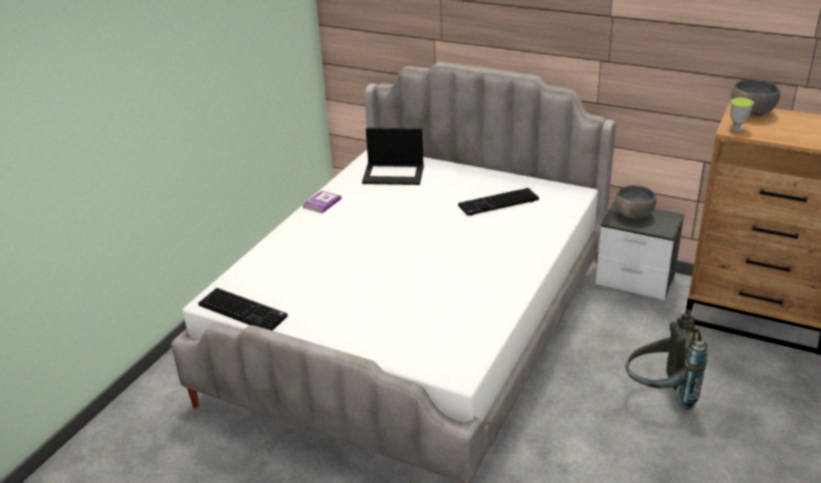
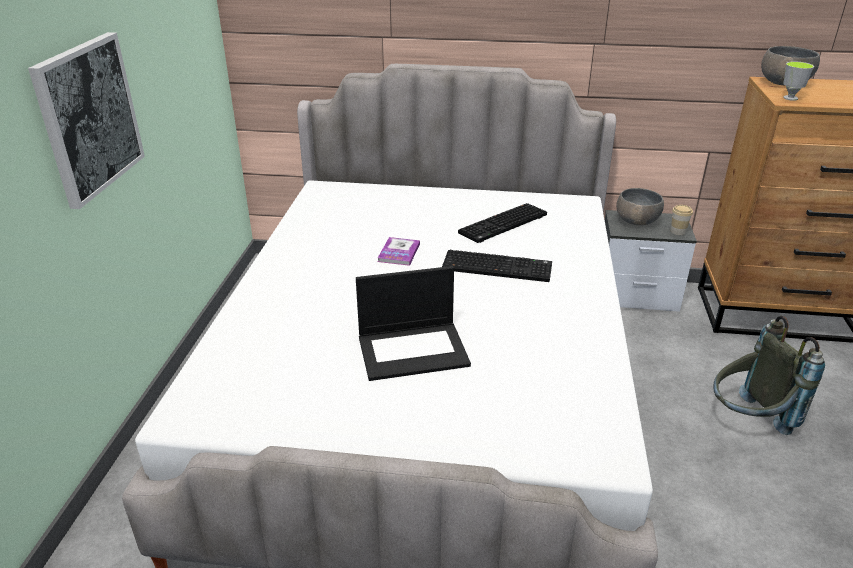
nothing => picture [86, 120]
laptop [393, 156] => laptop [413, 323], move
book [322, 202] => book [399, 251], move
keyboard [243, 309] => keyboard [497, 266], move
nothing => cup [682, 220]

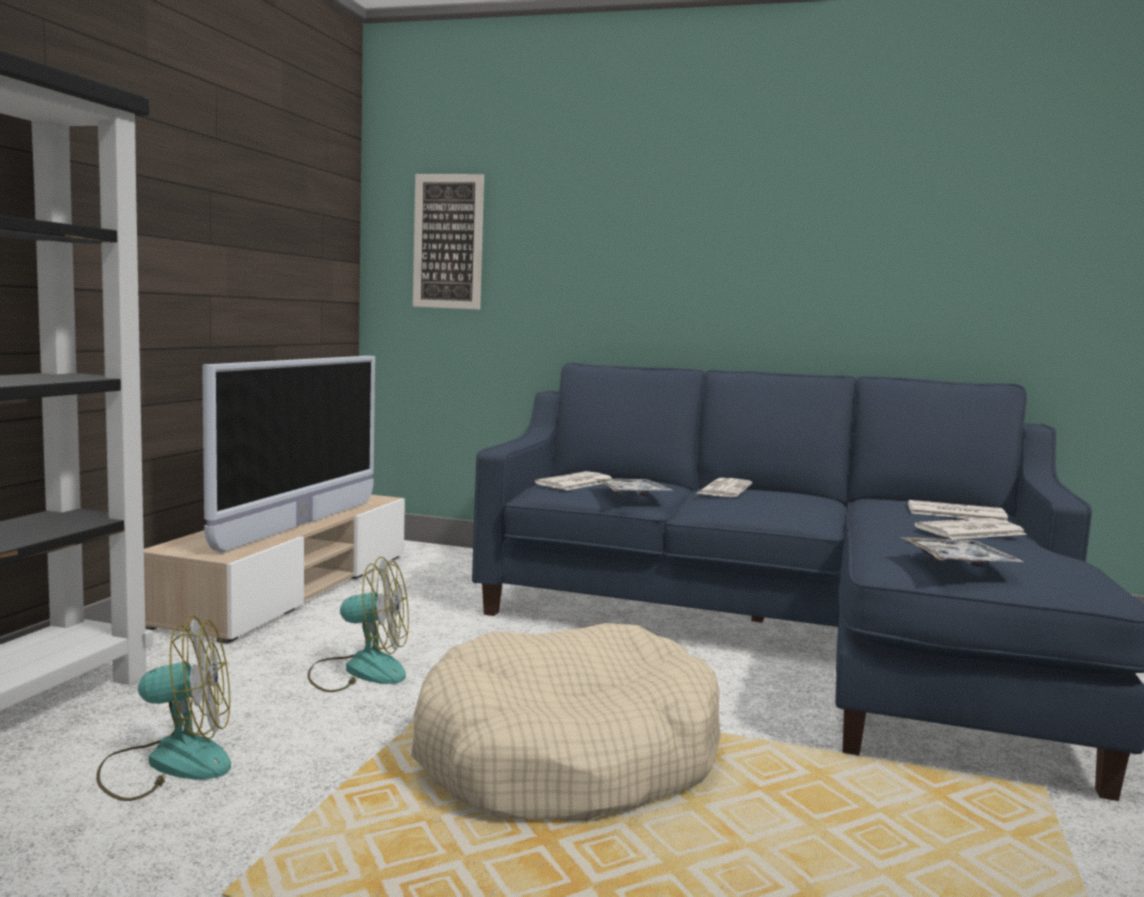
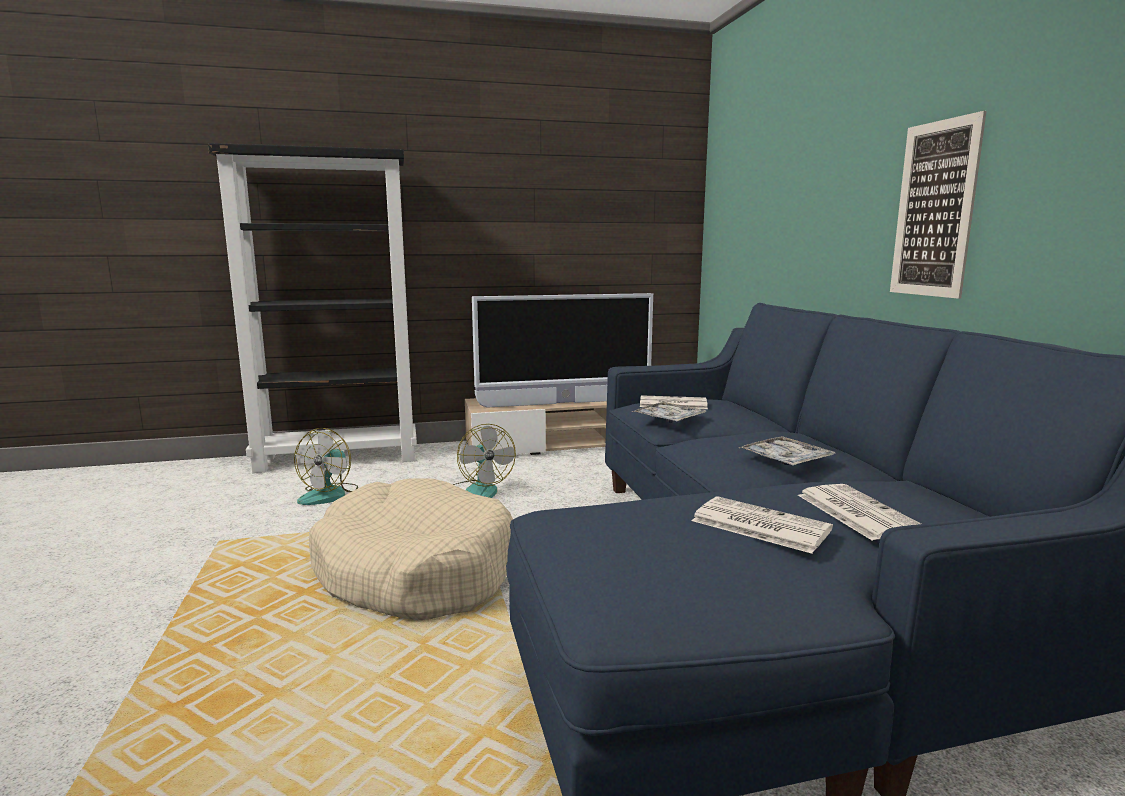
fan [163, 708] => fan [326, 466], 60 degrees clockwise
tray [962, 552] => tray [787, 451], move
picture [448, 242] => picture [938, 205], move
newspaper [724, 487] => nothing

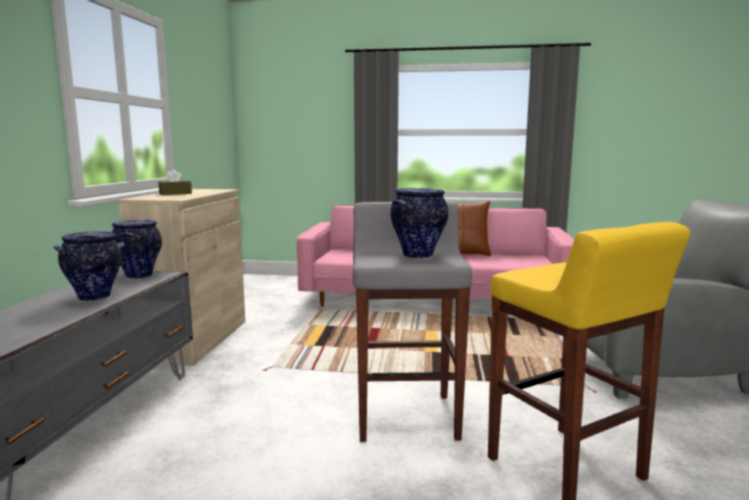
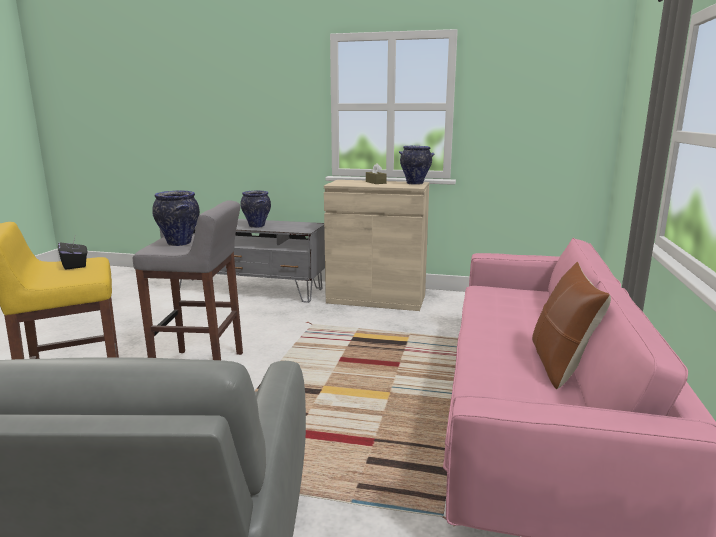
nothing => black tissue box [72, 252]
vase [137, 249] => vase [417, 165], move

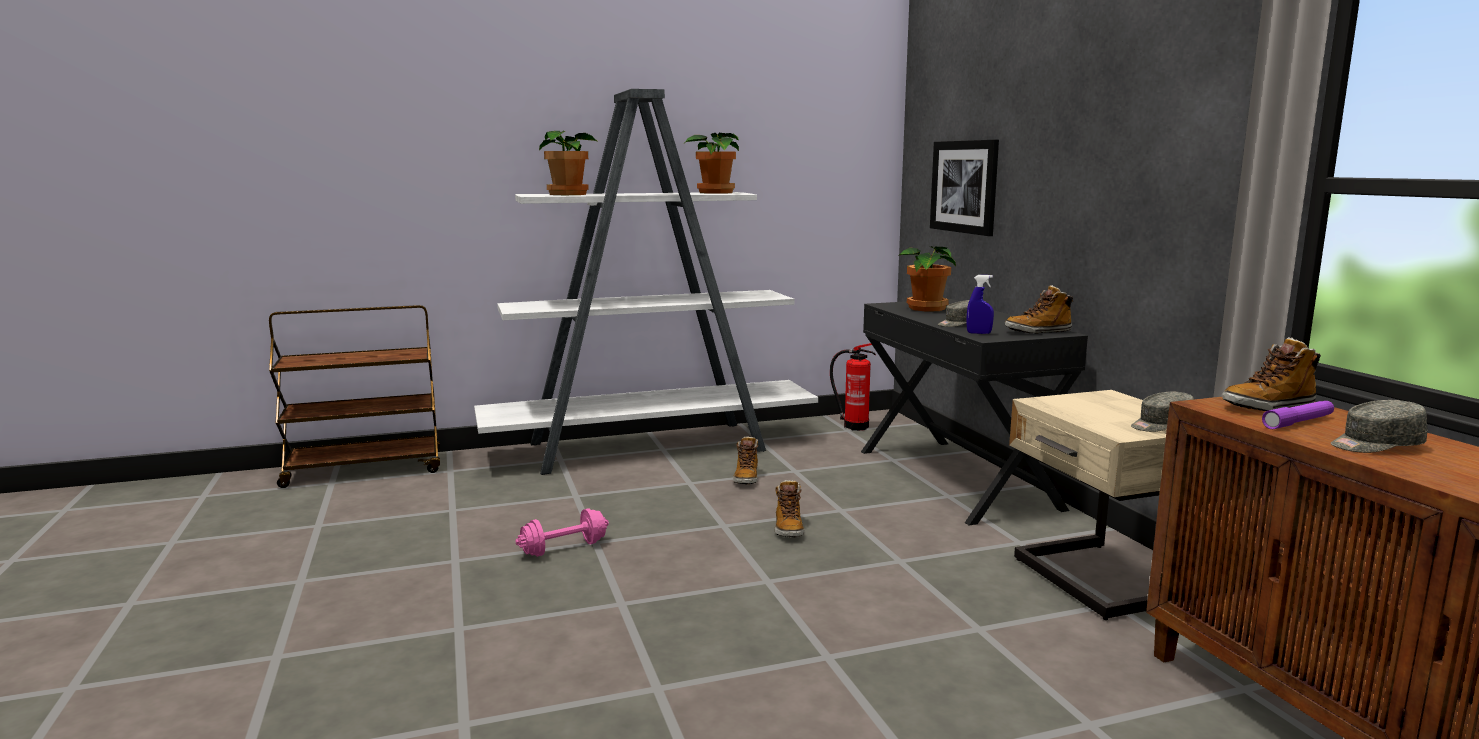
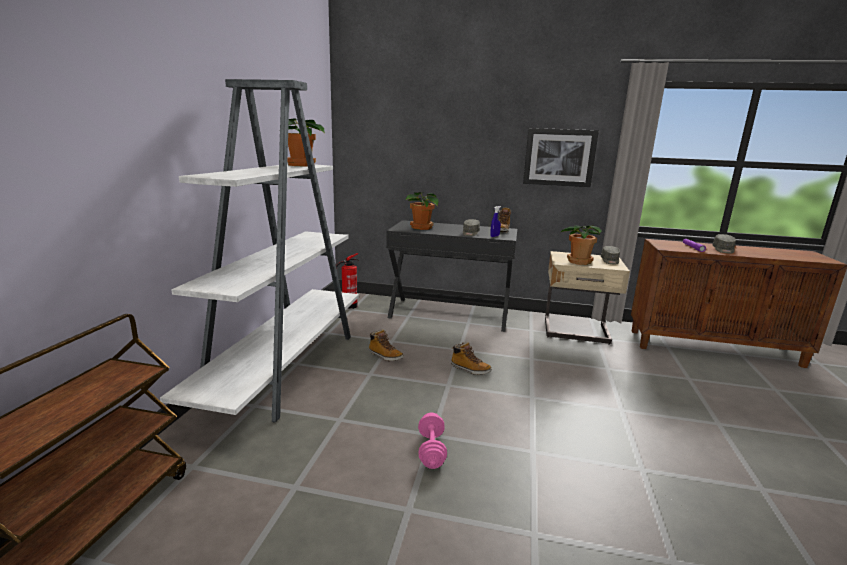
picture [964, 187] => picture [561, 157], move
potted plant [569, 163] => potted plant [580, 245], move
boot [1271, 374] => nothing

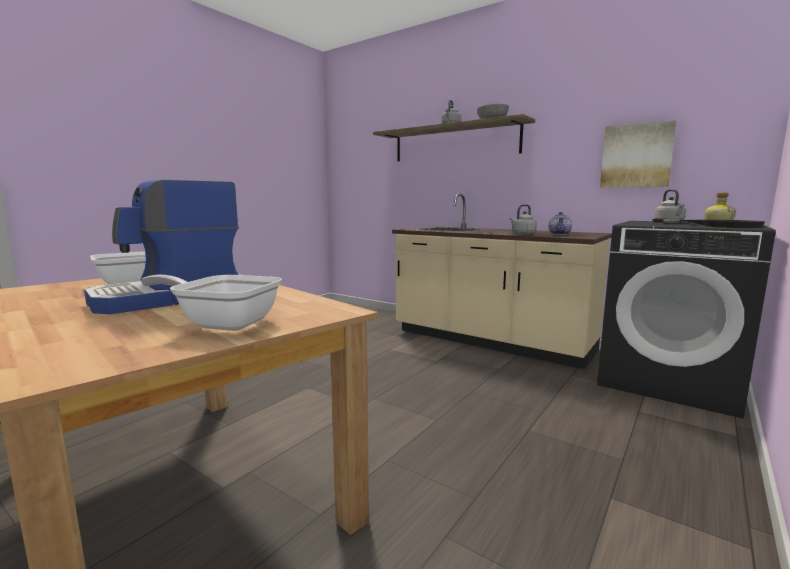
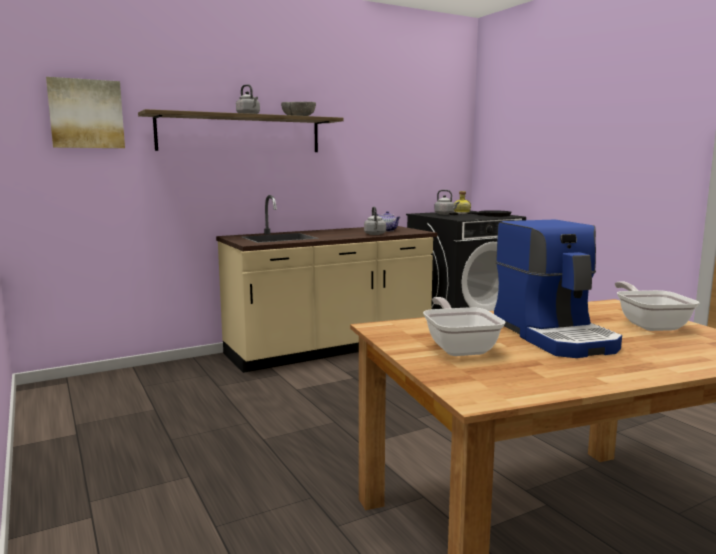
picture [638, 154] => picture [85, 112], move
frying pan [211, 303] => frying pan [657, 306], 135 degrees clockwise

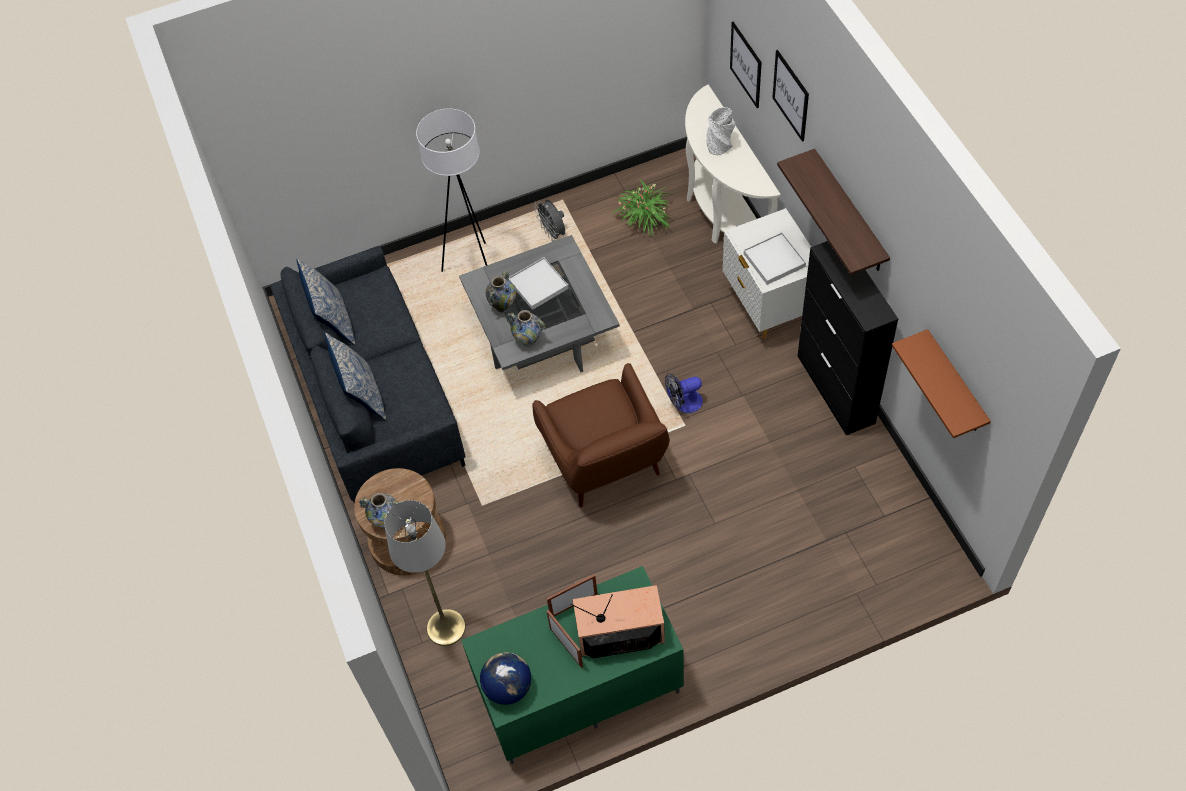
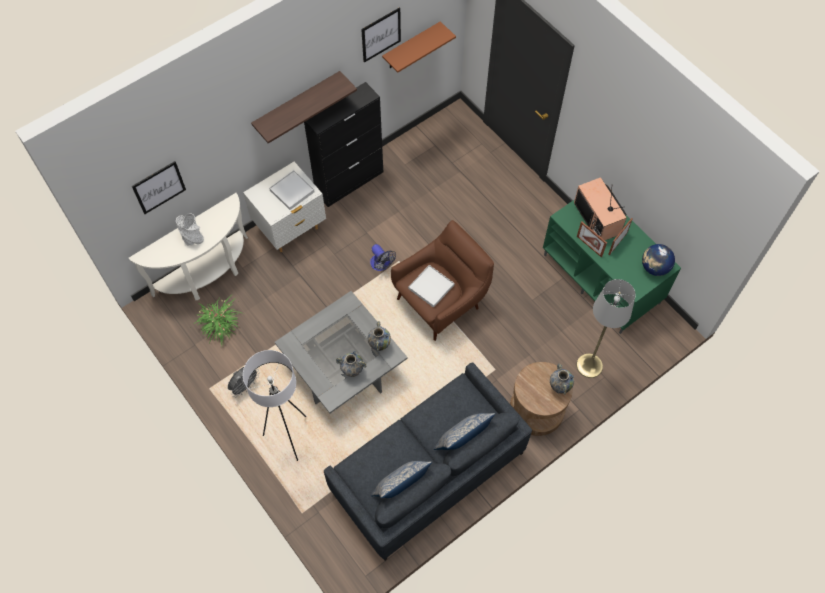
picture [790, 96] => picture [381, 35], move
white tray [538, 283] => white tray [431, 286], move

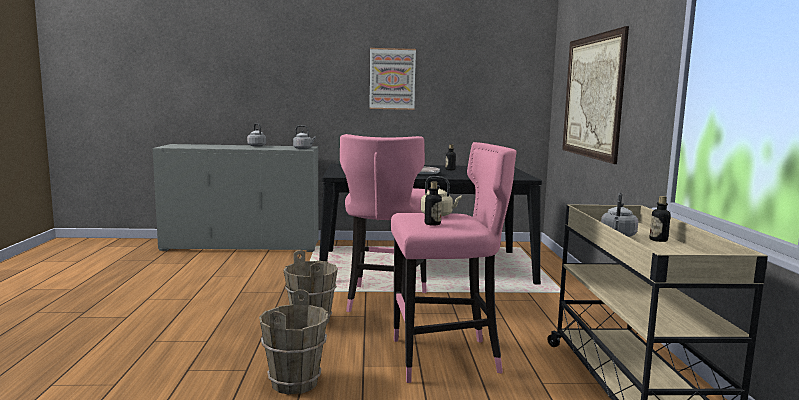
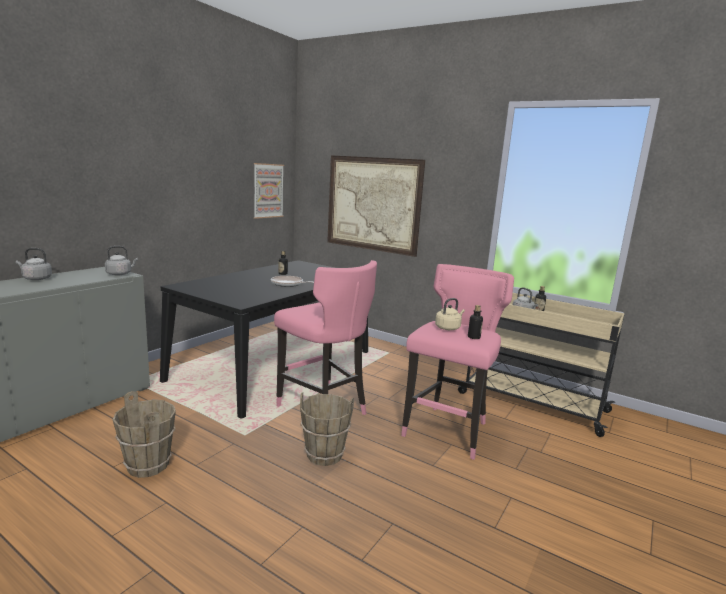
brown bucket [293, 342] => brown bucket [144, 434], move
picture [392, 79] => picture [269, 191], move

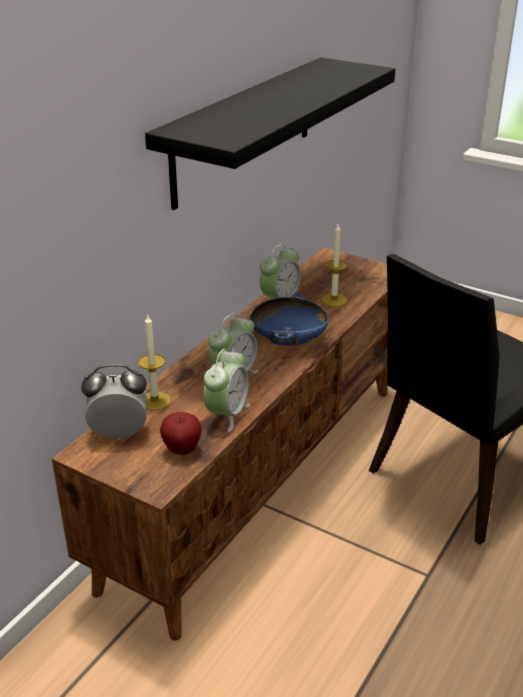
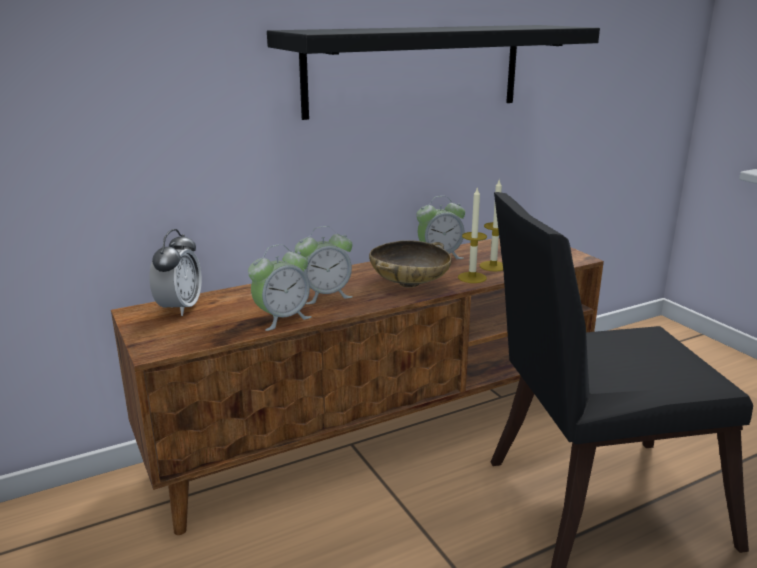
alarm clock [114, 402] => alarm clock [175, 272], 75 degrees clockwise
blue bowl [289, 319] => beige bowl [410, 264]
candle [154, 362] => candle [472, 234], move
apple [181, 433] => nothing

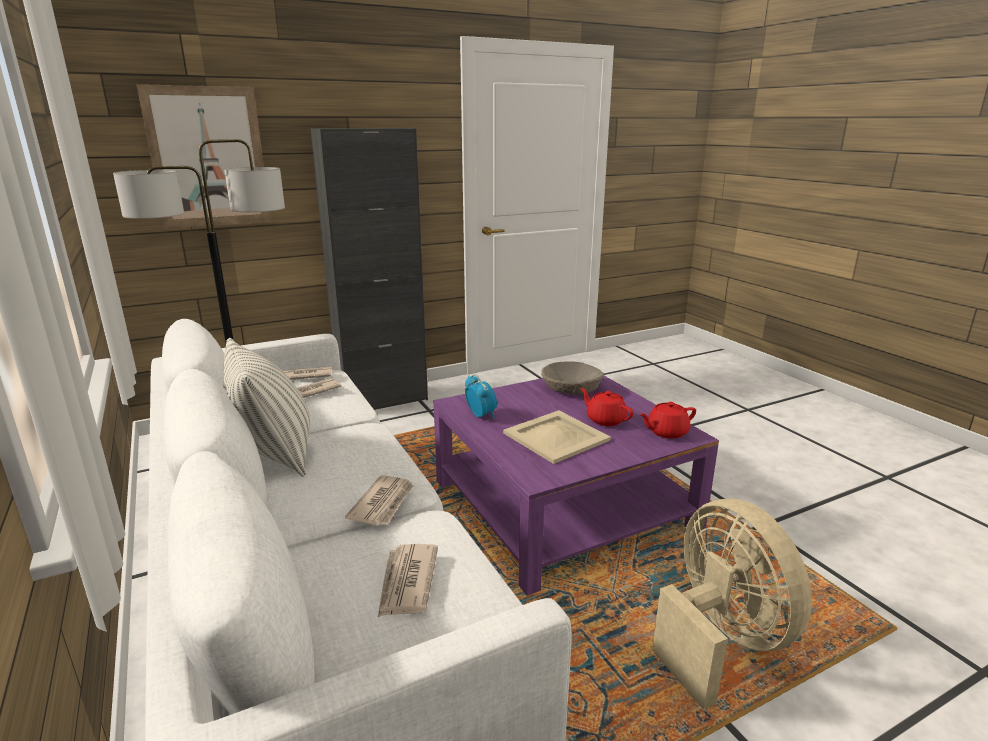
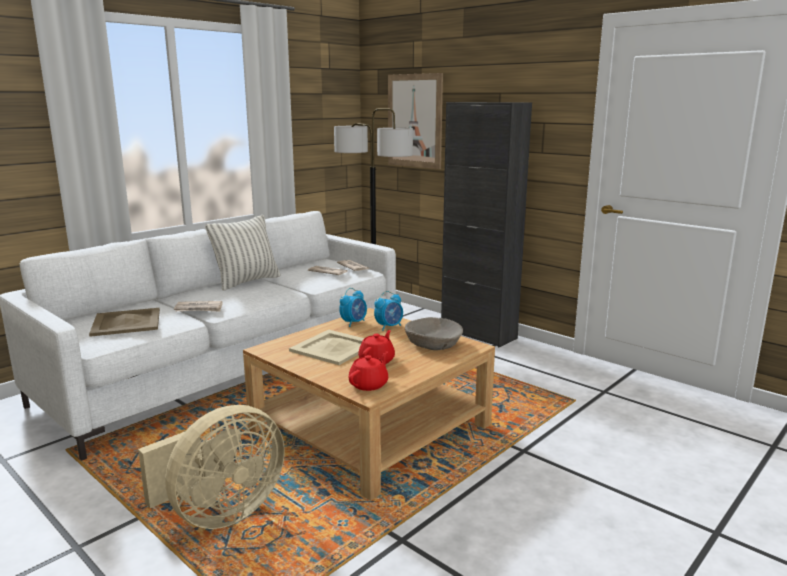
newspaper [408, 580] => beige tray [124, 322]
purple coffee table [576, 486] => beige coffee table [369, 404]
red teapot [667, 420] => red teapot [368, 371], 75 degrees clockwise
nothing => alarm clock [388, 310]

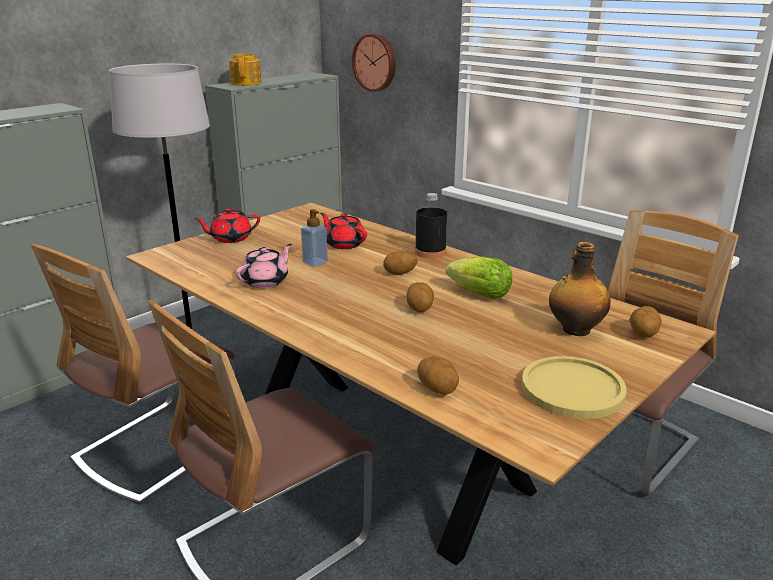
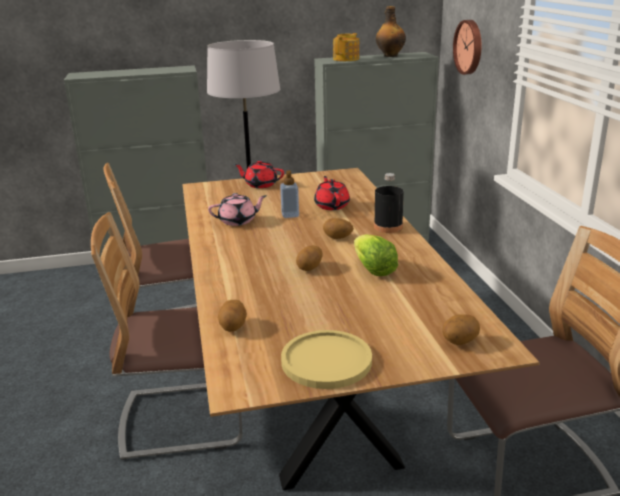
bottle [580, 289] => bottle [391, 31], move

